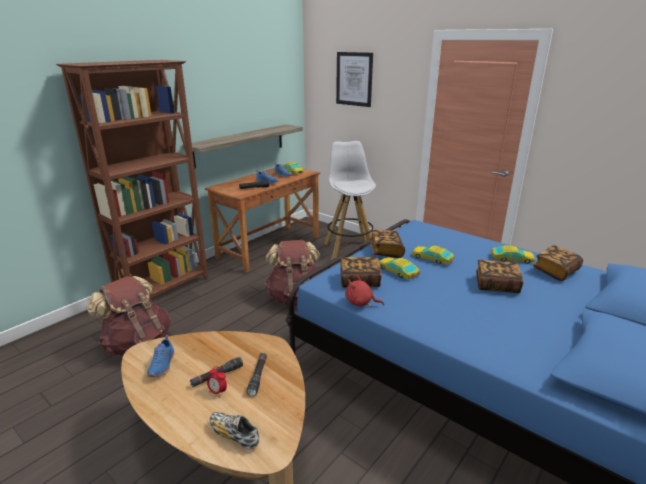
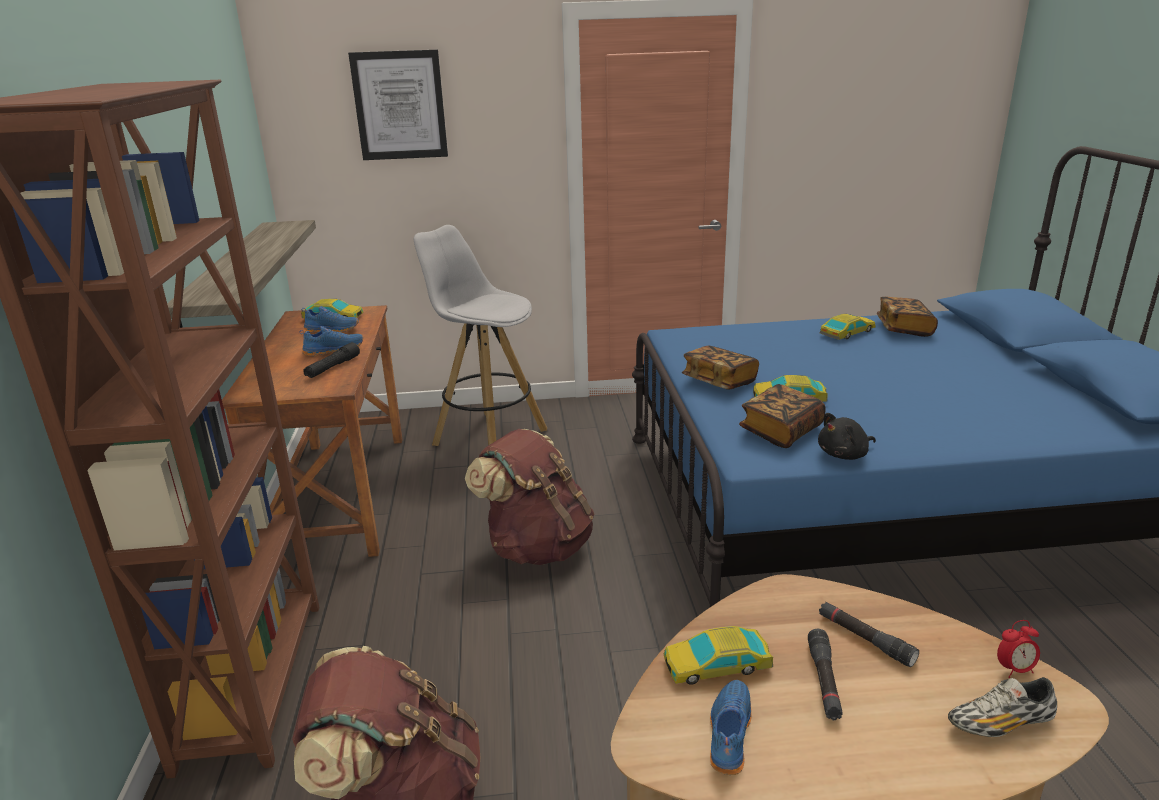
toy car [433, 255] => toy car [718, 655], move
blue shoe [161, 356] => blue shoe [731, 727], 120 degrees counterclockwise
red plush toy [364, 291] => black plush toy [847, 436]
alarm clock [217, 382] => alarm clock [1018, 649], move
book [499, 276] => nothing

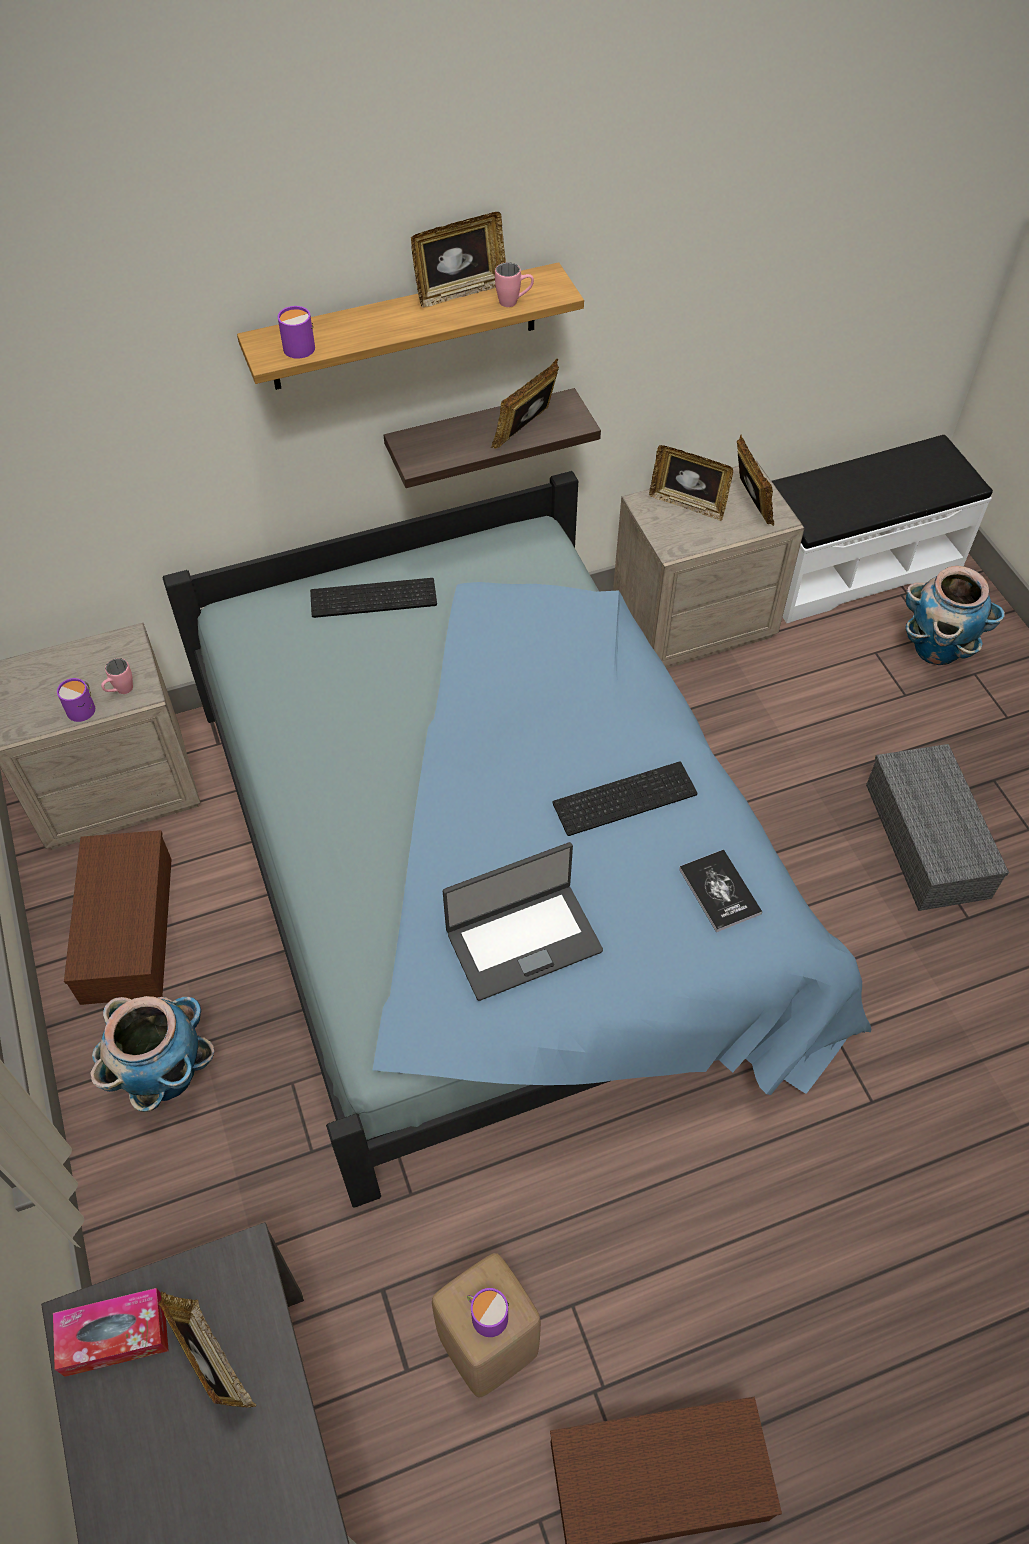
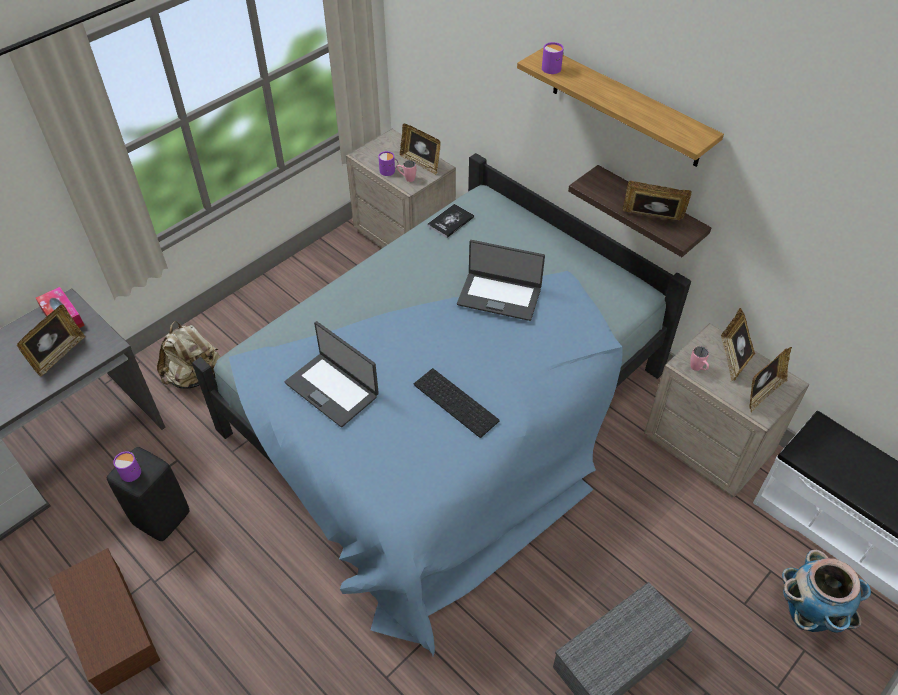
beige stool [486, 1325] => black stool [148, 494]
nothing => beige backpack [189, 355]
picture frame [458, 260] => picture frame [420, 149], move
book [720, 890] => book [450, 221], move
nothing => laptop [501, 280]
pink mug [514, 284] => pink mug [699, 358], move
brown storage box [118, 917] => nothing
planter [152, 1054] => nothing
keyboard [373, 598] => nothing

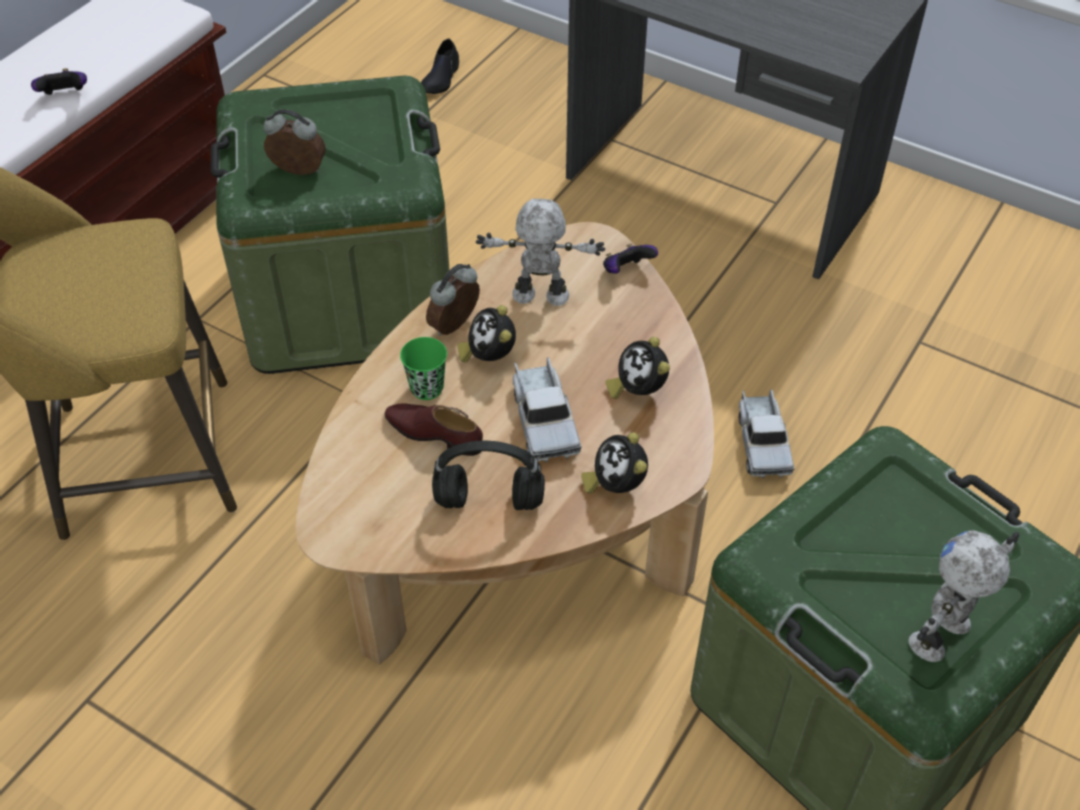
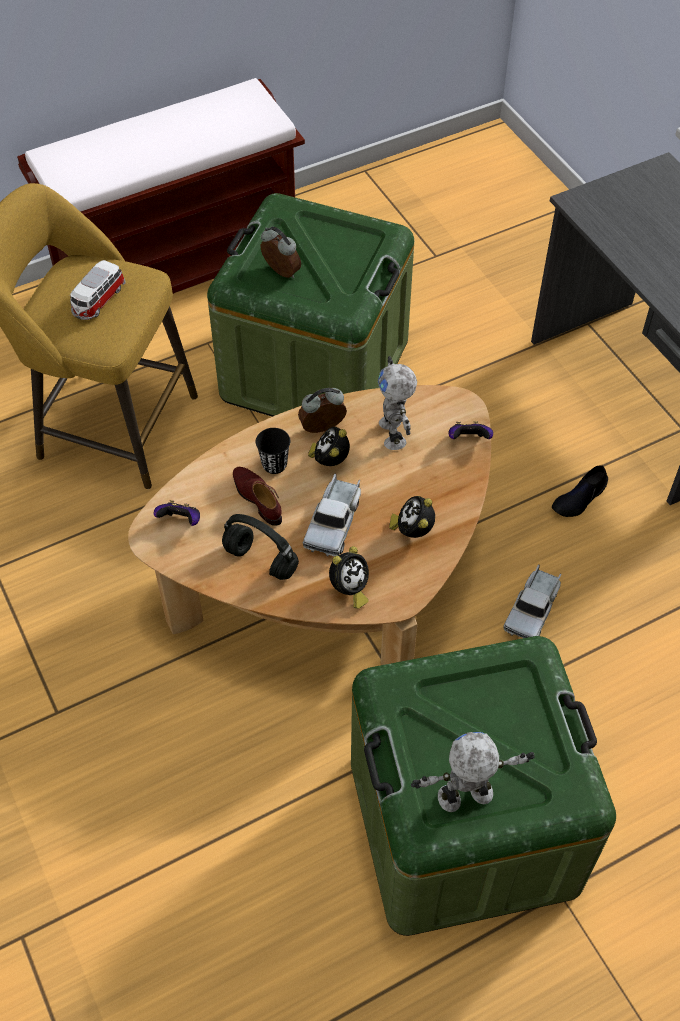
nothing => toy car [98, 290]
game controller [59, 81] => game controller [177, 513], move
green cup [423, 368] => black cup [273, 451]
alarm clock [614, 463] => alarm clock [349, 577], 150 degrees counterclockwise
toy robot [540, 252] => toy robot [397, 403], 135 degrees counterclockwise
black shoe [440, 66] => black shoe [580, 491], move

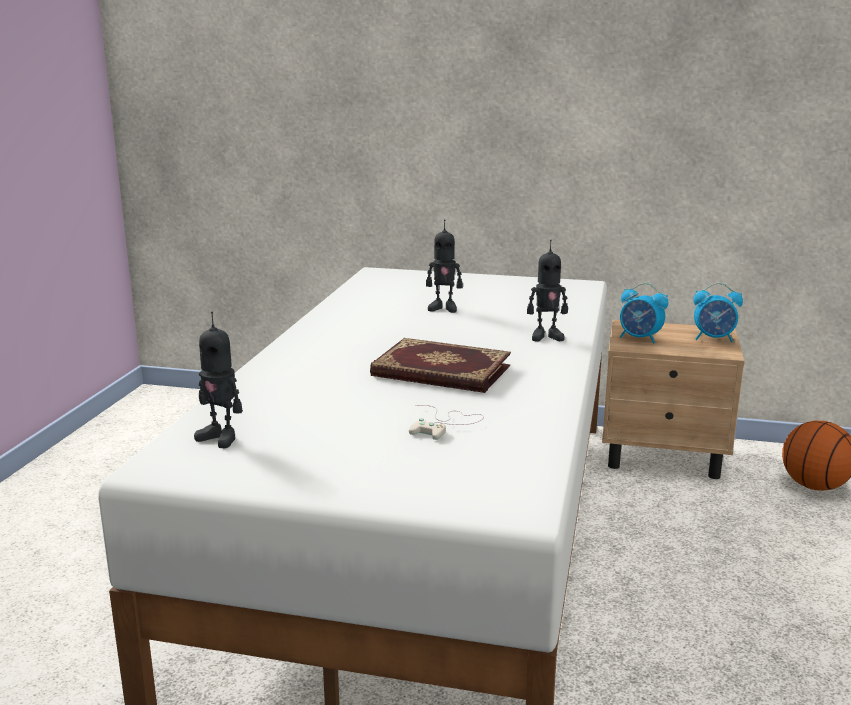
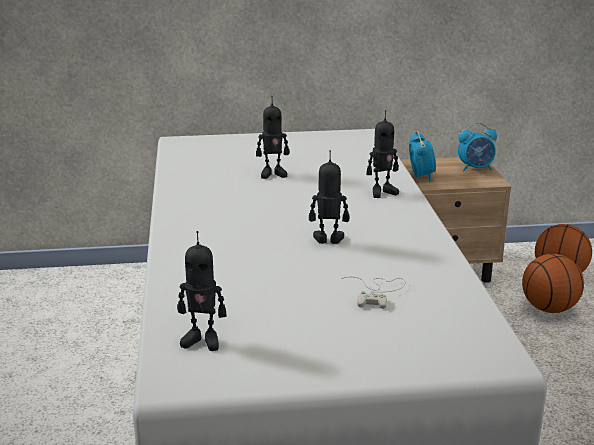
book [440, 365] => toy robot [329, 197]
alarm clock [644, 313] => alarm clock [422, 156], 105 degrees counterclockwise
nothing => basketball [553, 283]

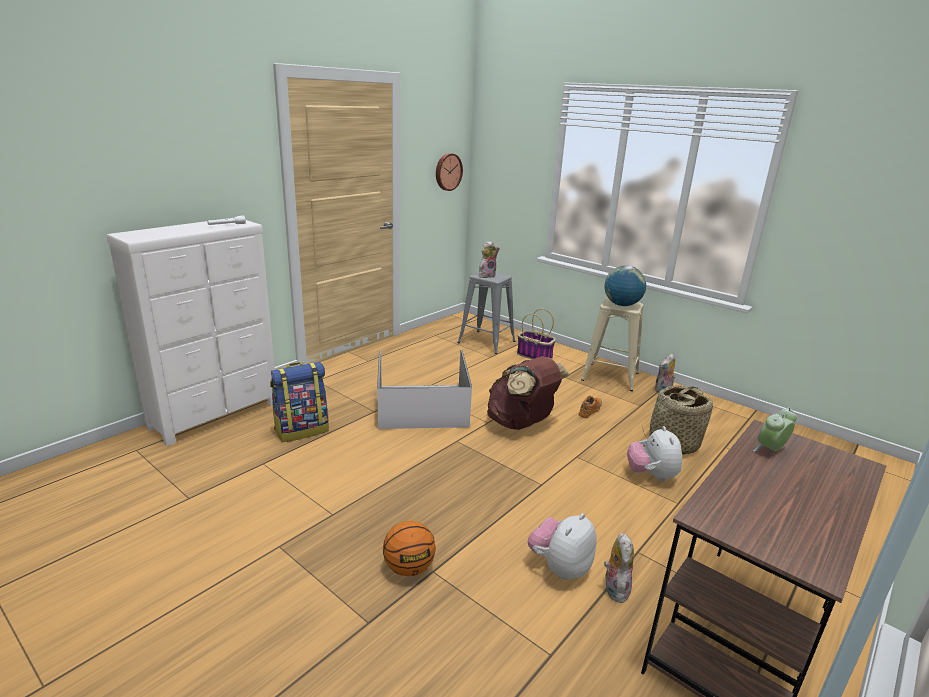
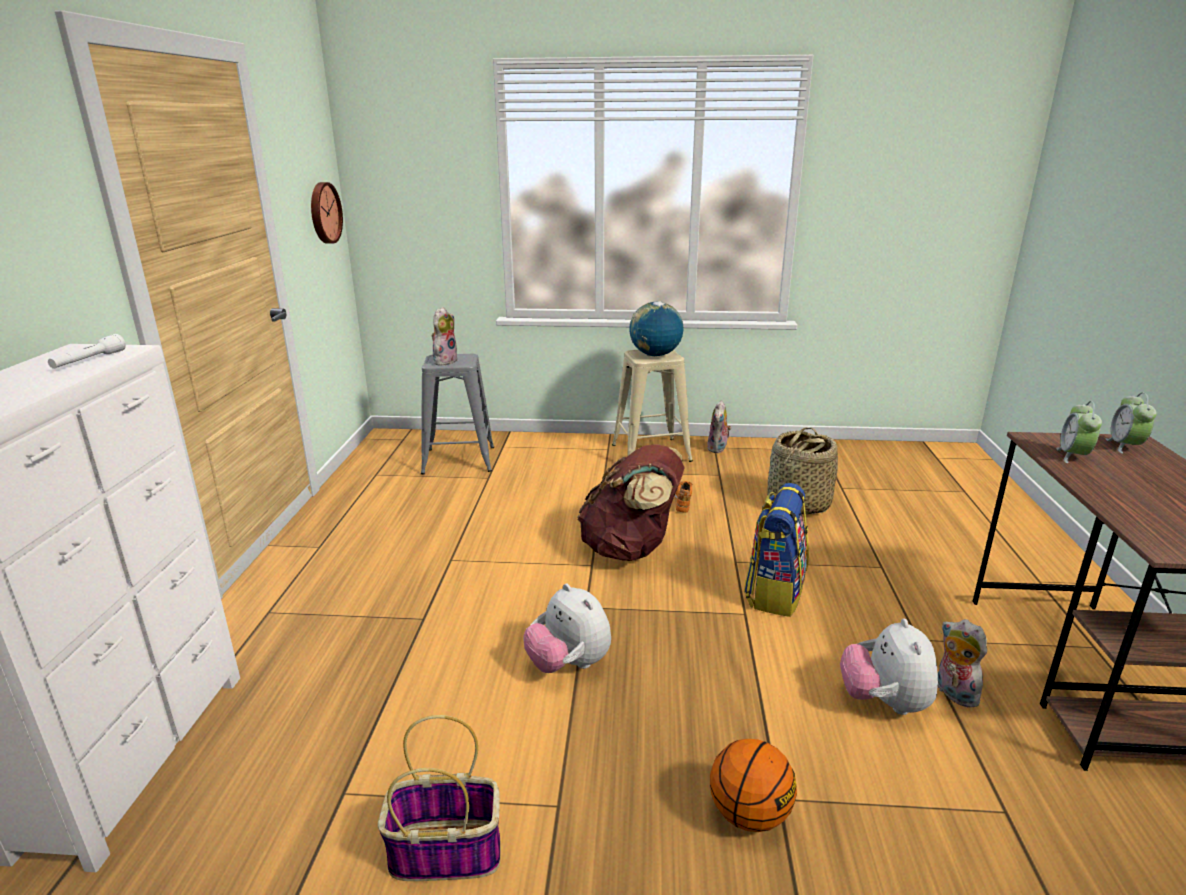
basket [536, 333] => basket [439, 798], move
plush toy [654, 454] => plush toy [567, 628], move
backpack [299, 402] => backpack [776, 550], move
nothing => alarm clock [1131, 423]
white storage box [424, 389] => nothing

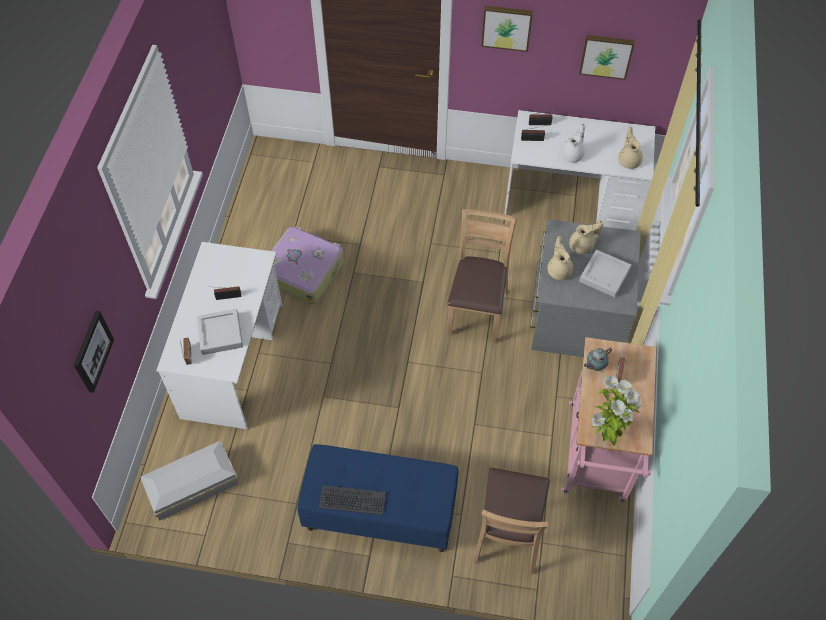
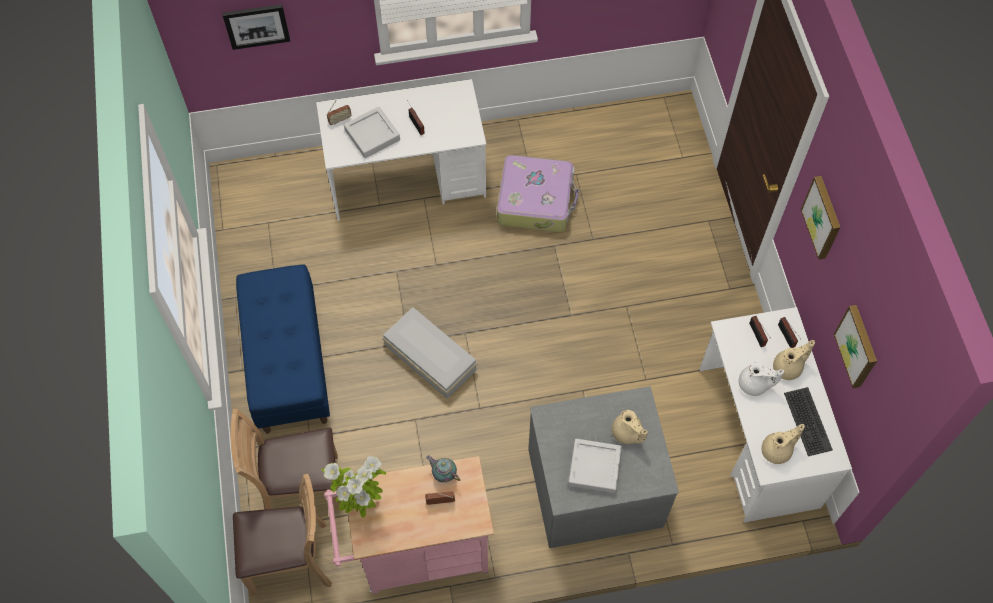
brown chair [482, 276] => brown chair [282, 535], move
white storage box [190, 480] => white storage box [430, 353], move
beige teapot [560, 258] => beige teapot [794, 360], move
keyboard [352, 500] => keyboard [808, 421], move

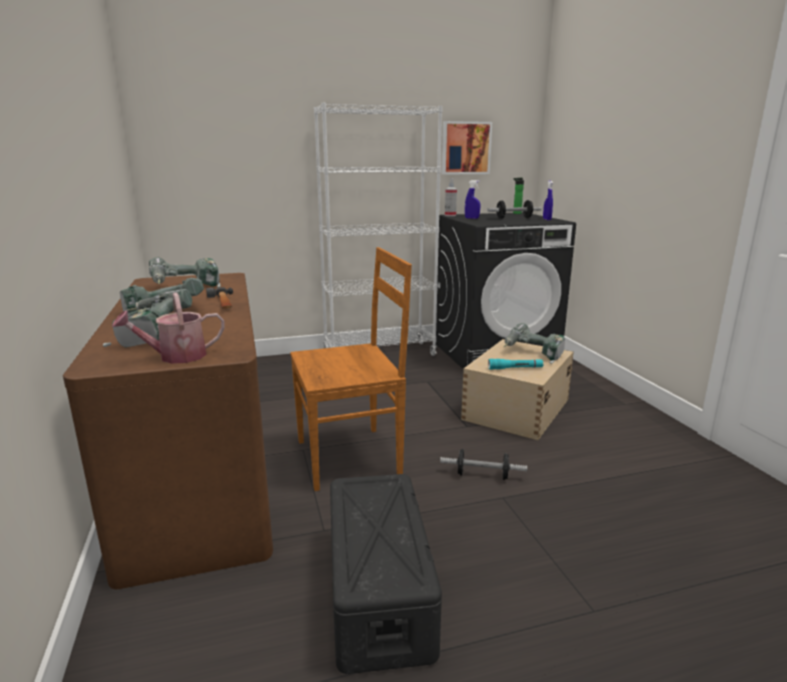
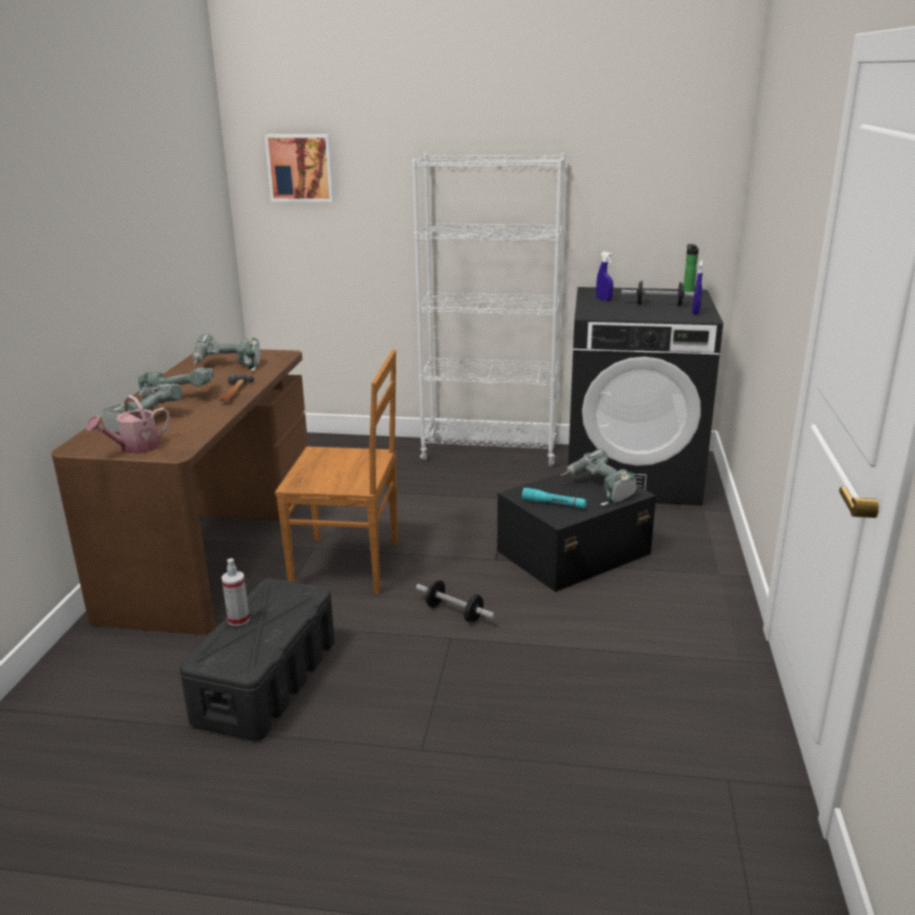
watering can [168, 328] => watering can [128, 424], 45 degrees counterclockwise
spray bottle [451, 197] => spray bottle [236, 592], move
picture [467, 148] => picture [299, 168], move
beige storage box [517, 389] => black storage box [576, 531]

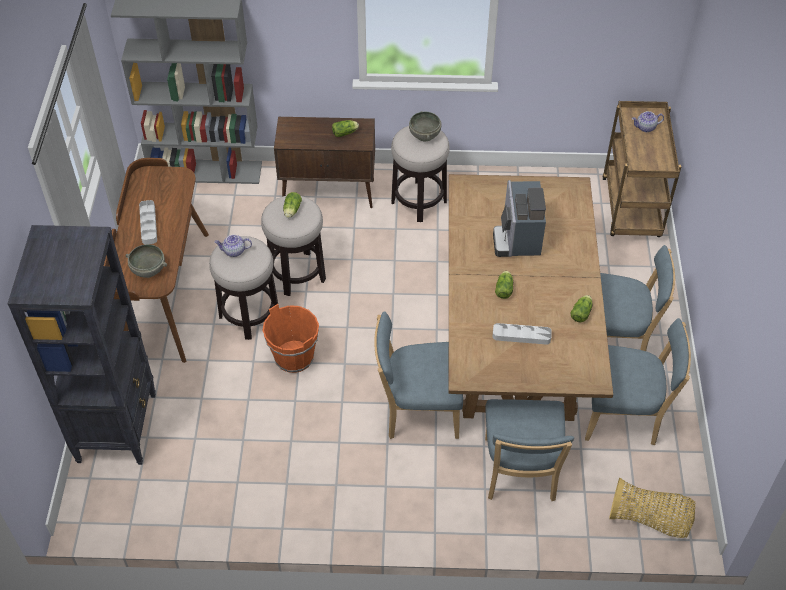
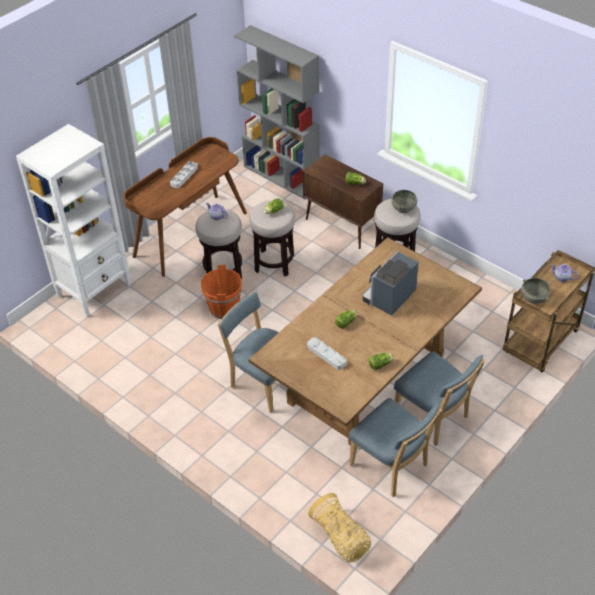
black bookcase [81, 345] => white bookcase [73, 221]
grey bowl [146, 261] => grey bowl [536, 291], move
blue chair [529, 450] => nothing

